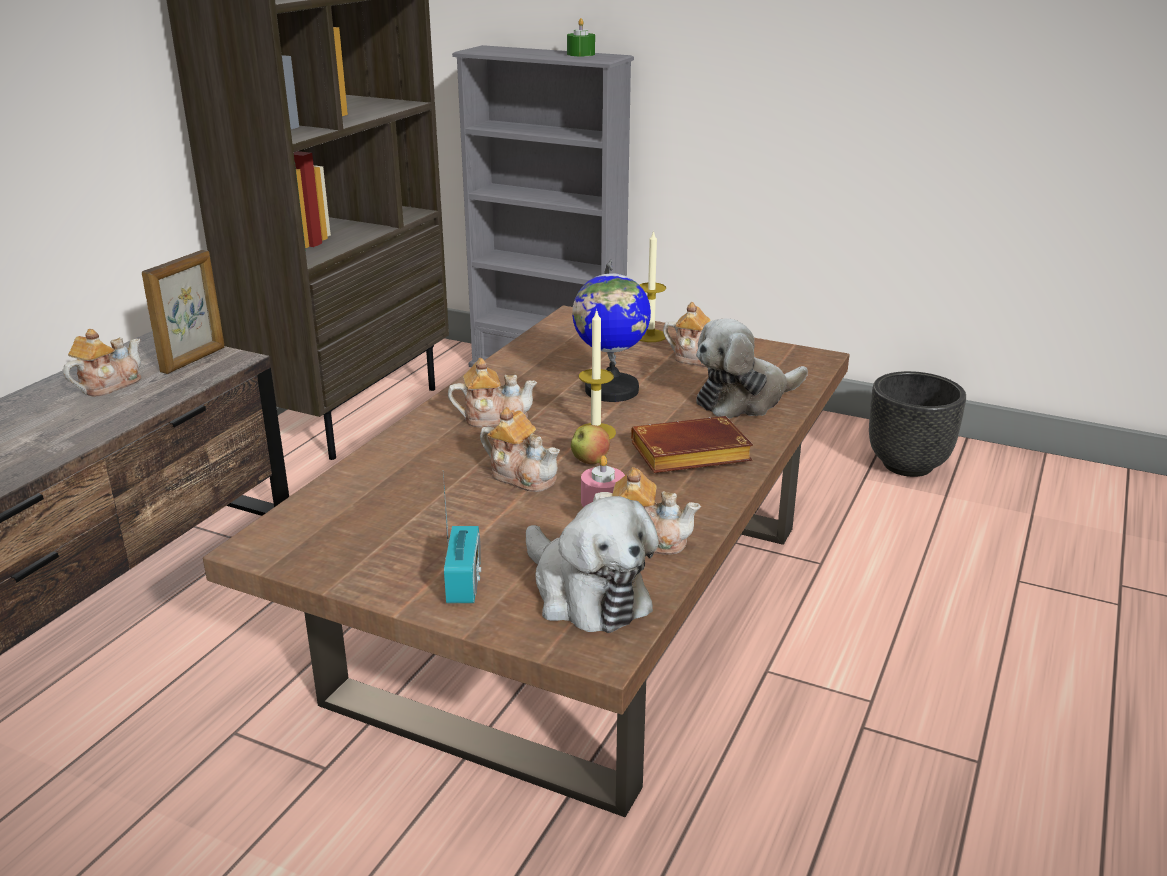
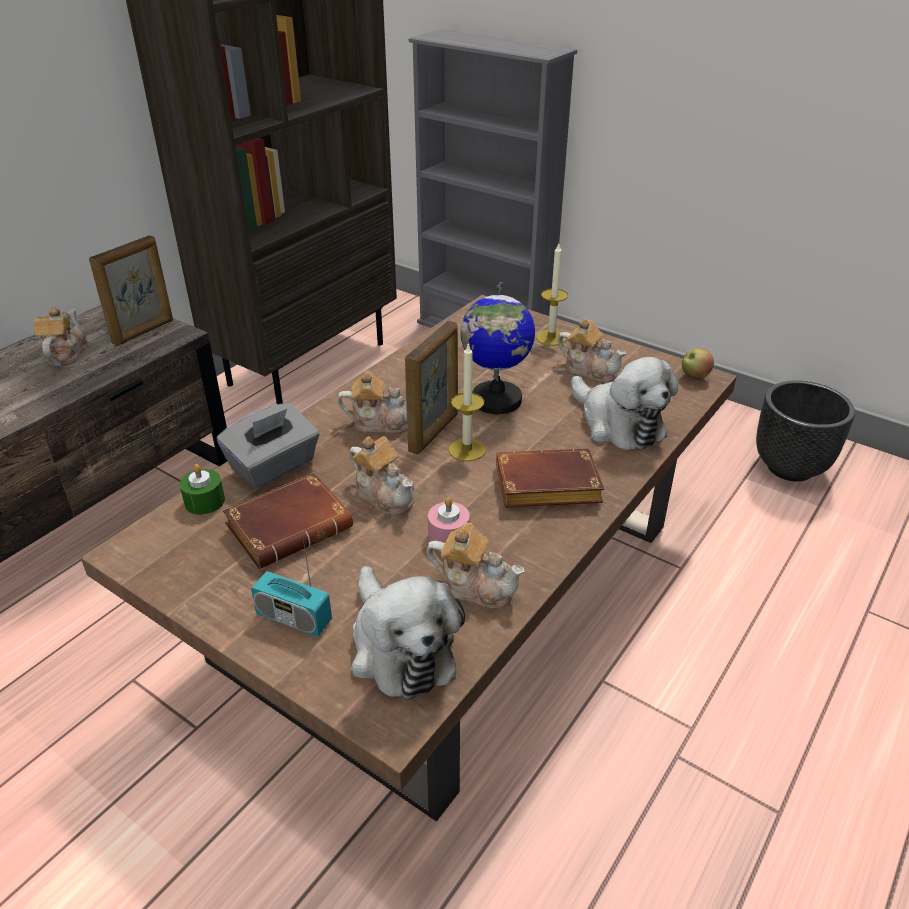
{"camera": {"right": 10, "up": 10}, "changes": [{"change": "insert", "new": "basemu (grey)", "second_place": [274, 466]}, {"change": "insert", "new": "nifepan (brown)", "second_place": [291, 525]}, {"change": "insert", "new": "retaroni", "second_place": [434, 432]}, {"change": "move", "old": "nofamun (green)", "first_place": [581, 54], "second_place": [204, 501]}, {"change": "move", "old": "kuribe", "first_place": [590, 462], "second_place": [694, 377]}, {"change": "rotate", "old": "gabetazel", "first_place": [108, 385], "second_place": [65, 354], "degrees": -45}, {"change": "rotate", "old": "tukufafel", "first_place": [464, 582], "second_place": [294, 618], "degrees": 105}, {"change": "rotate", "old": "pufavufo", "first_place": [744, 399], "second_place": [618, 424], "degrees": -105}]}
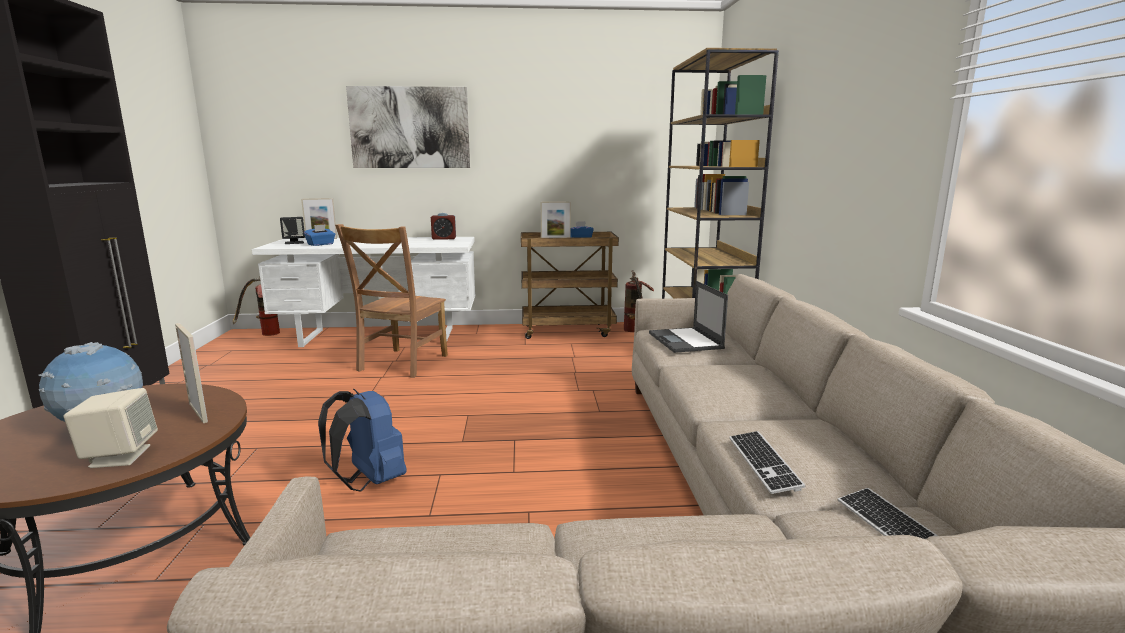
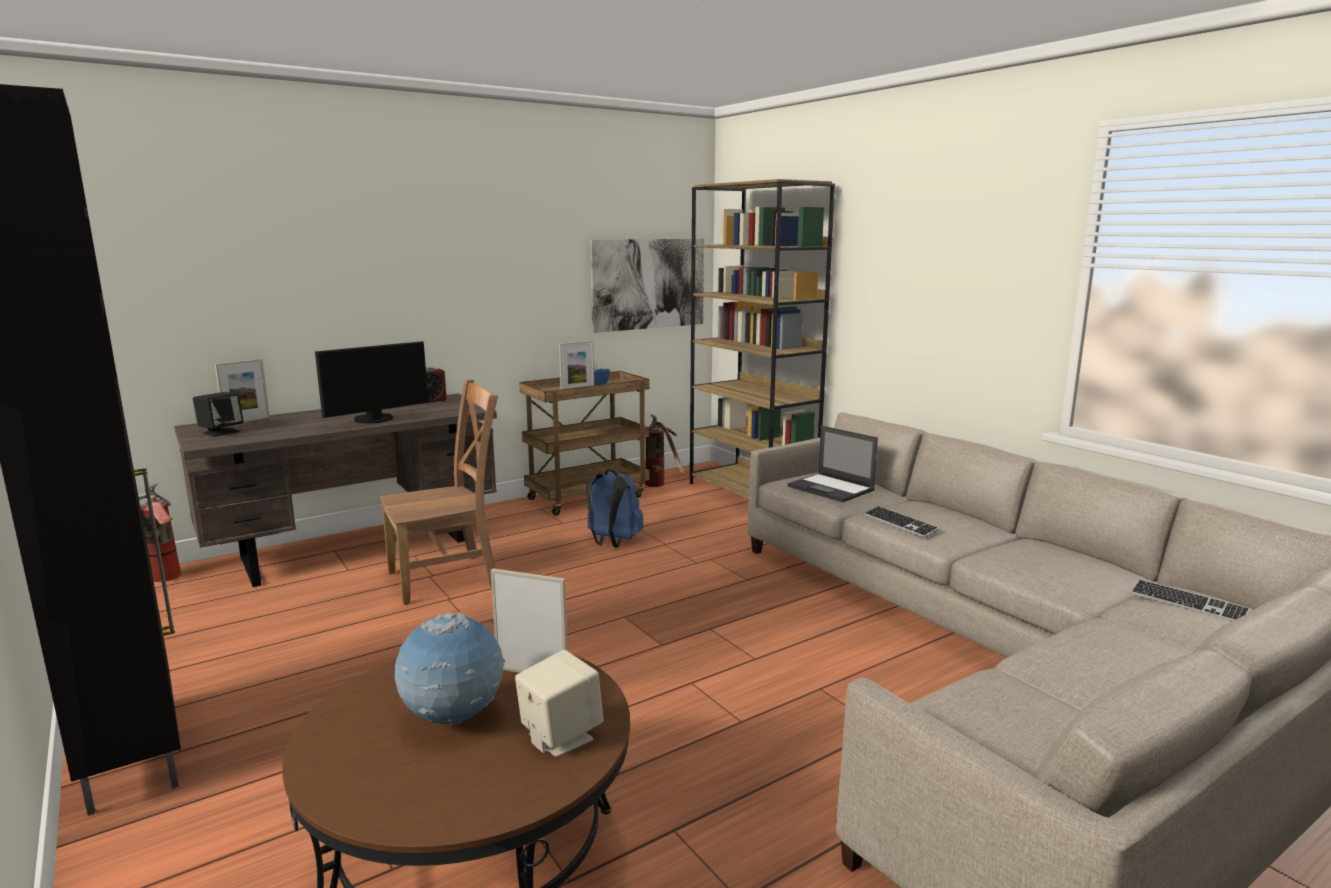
{"camera": {"right": -30, "up": 0}, "changes": [{"change": "delete", "old": "basemu (blue)", "first_place": [321, 244]}, {"change": "insert", "new": "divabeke", "second_place": [375, 420]}, {"change": "move", "old": "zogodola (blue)", "first_place": [369, 481], "second_place": [612, 542]}, {"change": "move", "old": "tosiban", "first_place": [409, 128], "second_place": [648, 284]}, {"change": "move", "old": "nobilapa", "first_place": [763, 463], "second_place": [900, 523]}, {"change": "recolor", "old": "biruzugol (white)", "new": "biruzugol (brown)", "first_place": [380, 336], "second_place": [356, 548]}, {"change": "rotate", "old": "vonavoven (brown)", "first_place": [401, 364], "second_place": [448, 578], "degrees": -105}]}
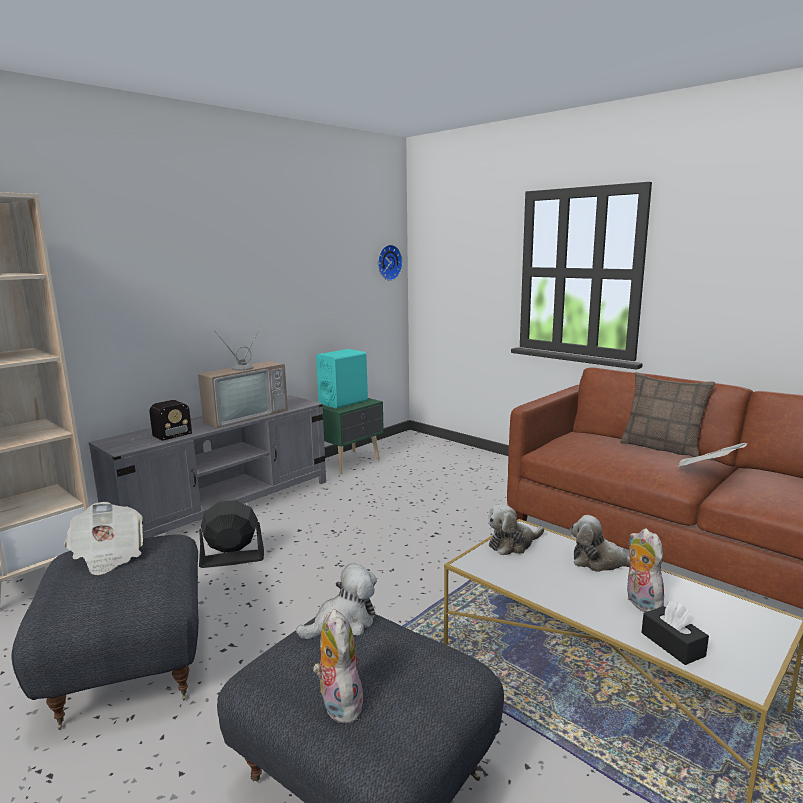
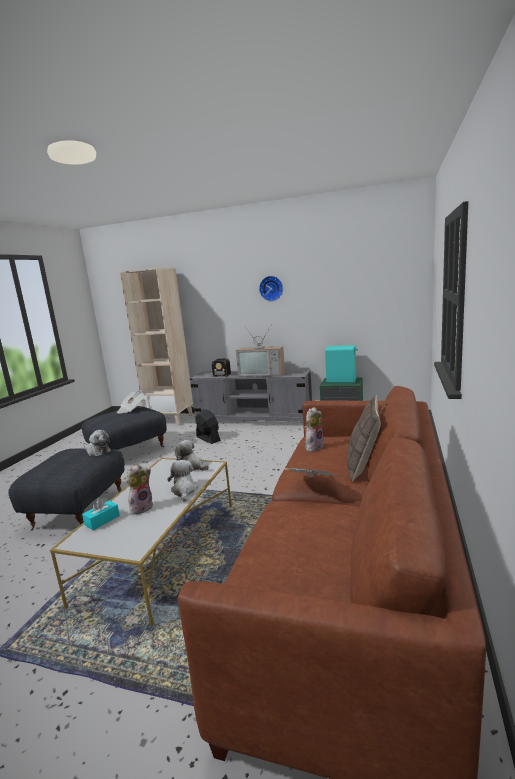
{"camera": {"right": 65, "up": 0}, "changes": [{"change": "move", "old": "pufavufo", "first_place": [338, 703], "second_place": [314, 447]}, {"change": "move", "old": "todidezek", "first_place": [388, 262], "second_place": [271, 288]}, {"change": "recolor", "old": "basemu (black)", "new": "basemu (turquoise)", "first_place": [672, 644], "second_place": [102, 520]}]}
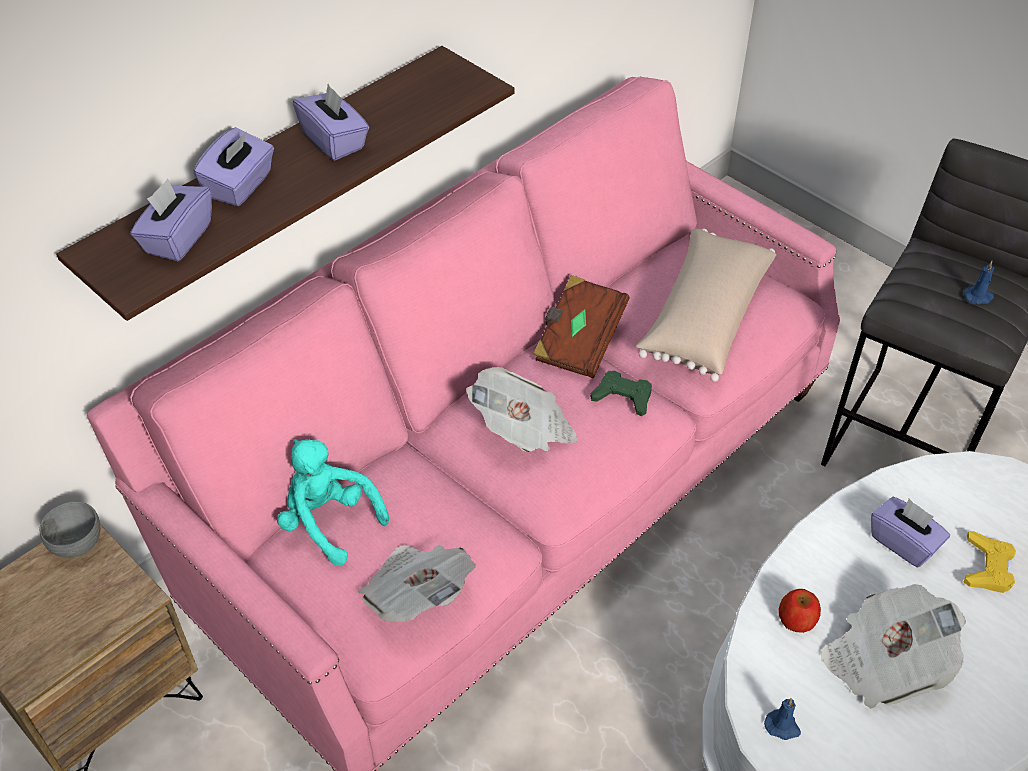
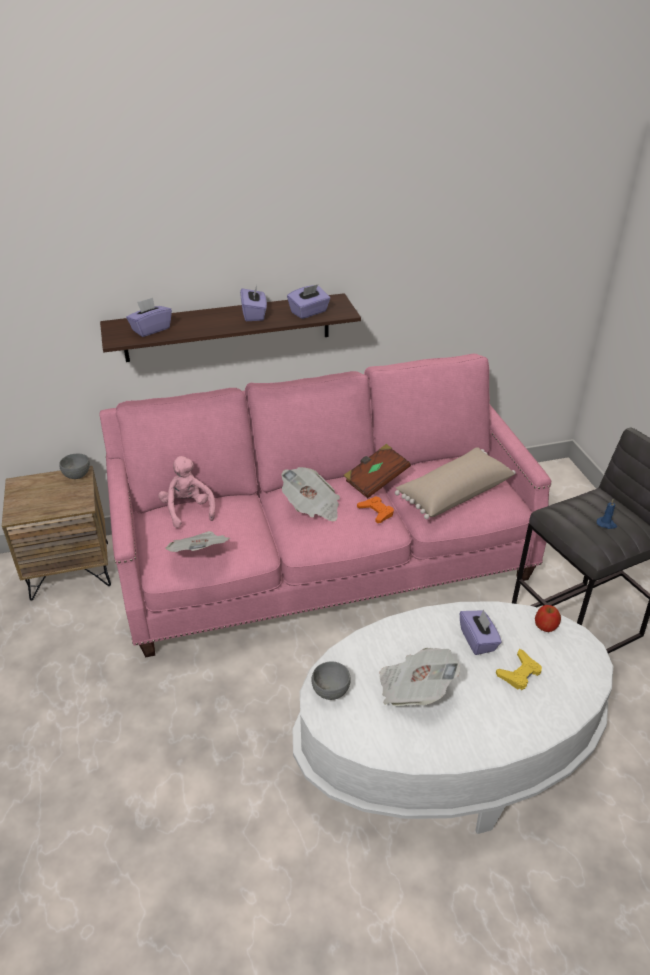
{"camera": {"right": 30, "up": -10}, "changes": [{"change": "move", "old": "basemu (purple)", "first_place": [240, 186], "second_place": [309, 312]}, {"change": "move", "old": "kuribe", "first_place": [797, 619], "second_place": [546, 625]}, {"change": "replace", "old": "nofamun (blue)", "new": "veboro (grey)", "first_place": [782, 726], "second_place": [330, 691]}, {"change": "recolor", "old": "pufavufo (turquoise)", "new": "pufavufo (pink)", "first_place": [329, 522], "second_place": [188, 509]}, {"change": "recolor", "old": "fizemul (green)", "new": "fizemul (orange)", "first_place": [623, 397], "second_place": [376, 512]}]}
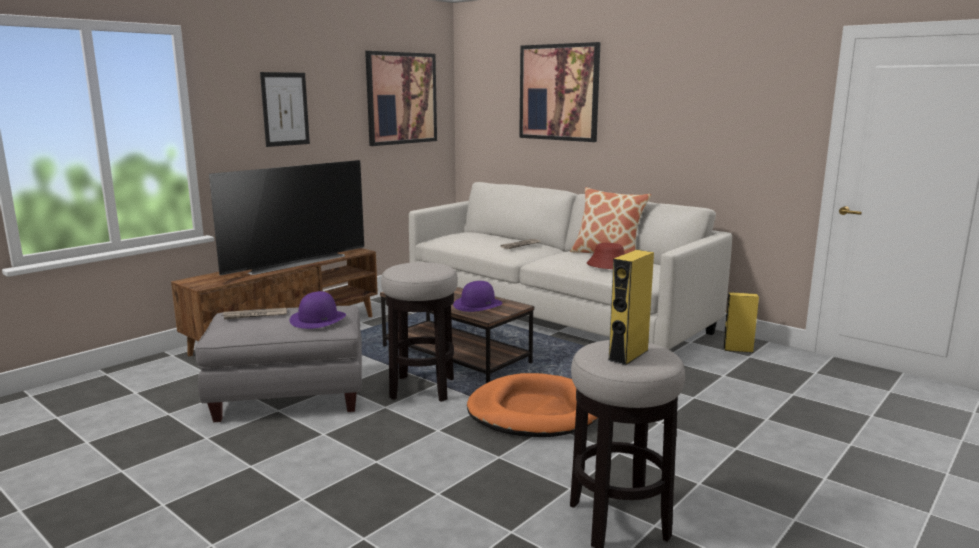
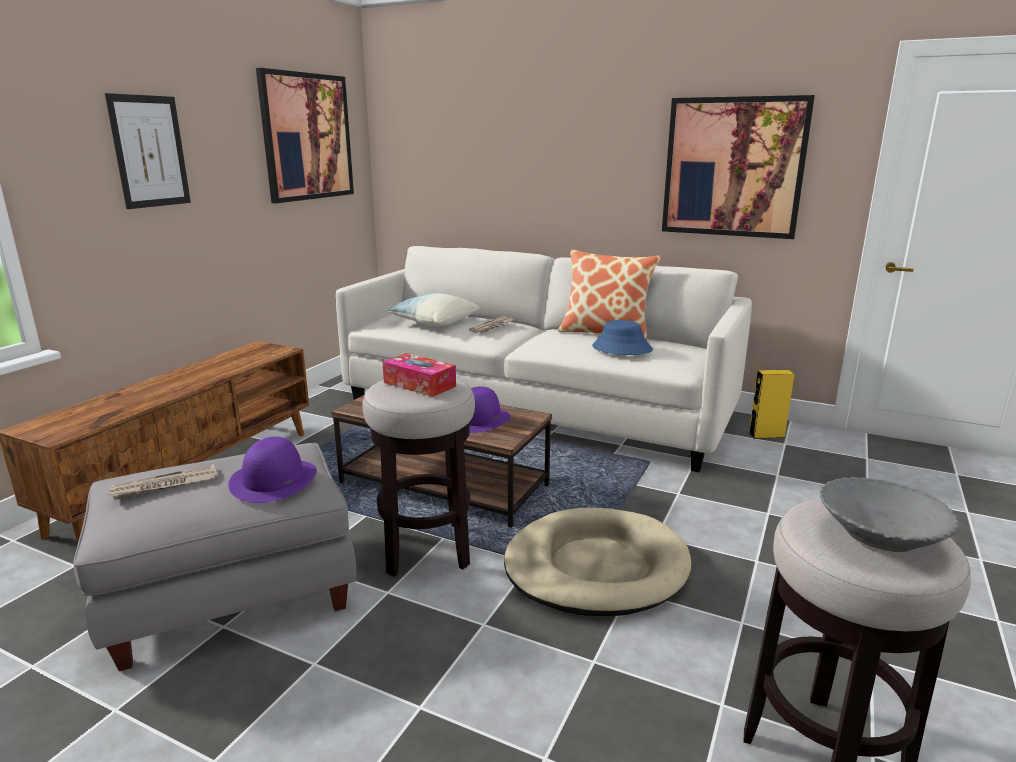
{"camera": {"right": -15, "up": 5}, "changes": [{"change": "delete", "old": "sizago", "first_place": [294, 262]}, {"change": "insert", "new": "basemu", "second_place": [419, 384]}, {"change": "insert", "new": "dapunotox", "second_place": [433, 322]}, {"change": "move", "old": "tosiban", "first_place": [559, 92], "second_place": [733, 167]}, {"change": "replace", "old": "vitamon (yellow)", "new": "veboro (grey)", "first_place": [628, 355], "second_place": [879, 537]}, {"change": "recolor", "old": "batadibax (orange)", "new": "batadibax (beige)", "first_place": [534, 411], "second_place": [595, 567]}, {"change": "recolor", "old": "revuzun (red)", "new": "revuzun (blue)", "first_place": [608, 265], "second_place": [621, 348]}]}
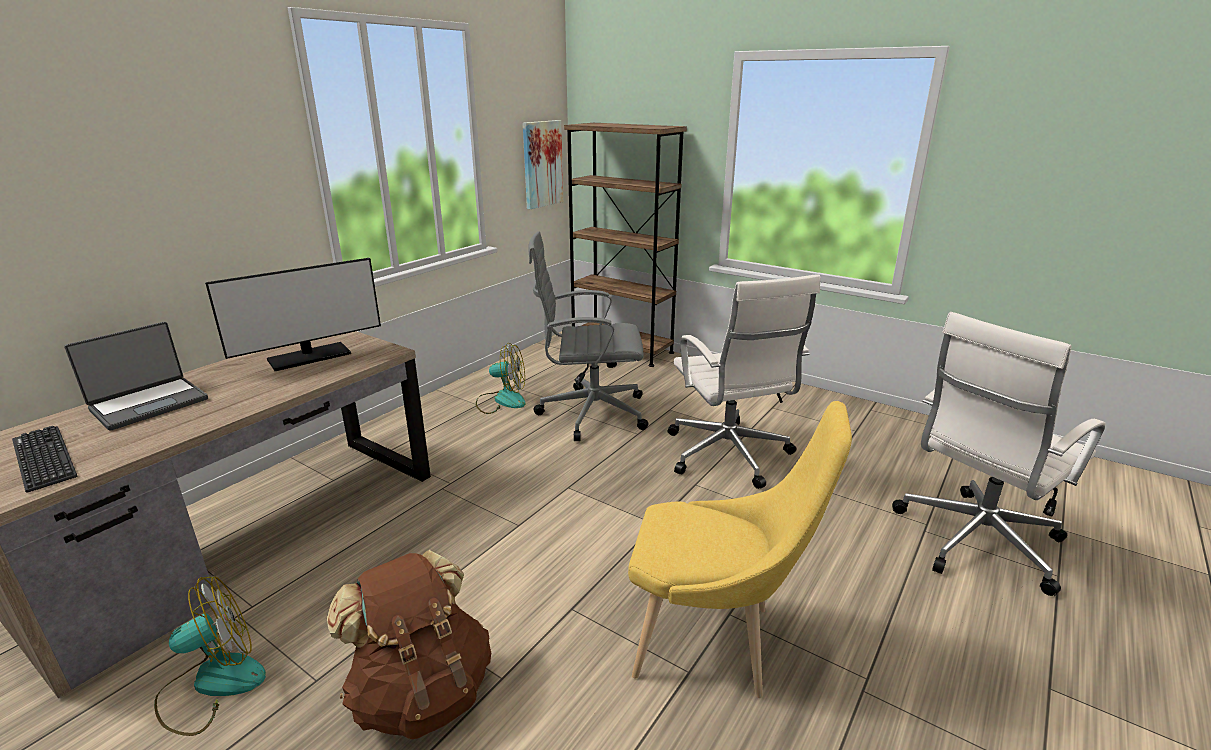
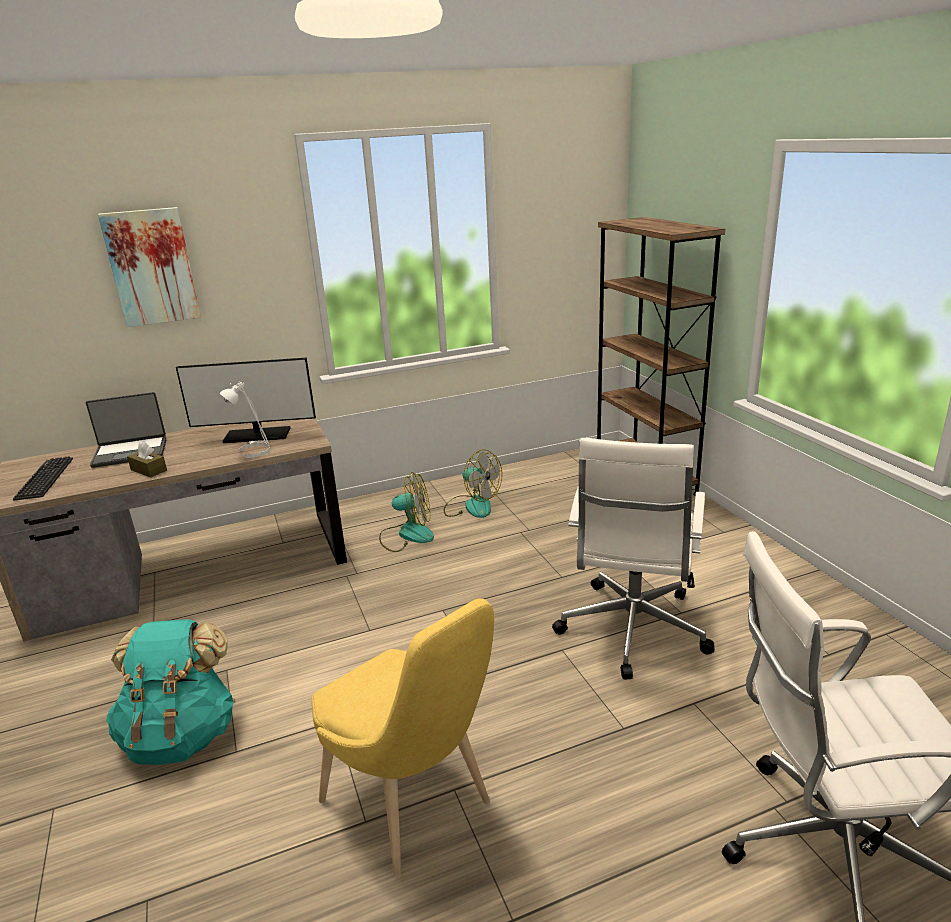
{"camera": {"right": 35, "up": 0}, "changes": [{"change": "delete", "old": "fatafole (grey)", "first_place": [589, 413]}, {"change": "insert", "new": "basemu (brown)", "second_place": [148, 470]}, {"change": "insert", "new": "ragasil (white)", "second_place": [253, 450]}, {"change": "move", "old": "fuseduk", "first_place": [212, 684], "second_place": [407, 535]}, {"change": "move", "old": "tosiban", "first_place": [542, 164], "second_place": [151, 267]}, {"change": "recolor", "old": "zogodola (brown)", "new": "zogodola (turquoise)", "first_place": [422, 693], "second_place": [182, 735]}]}
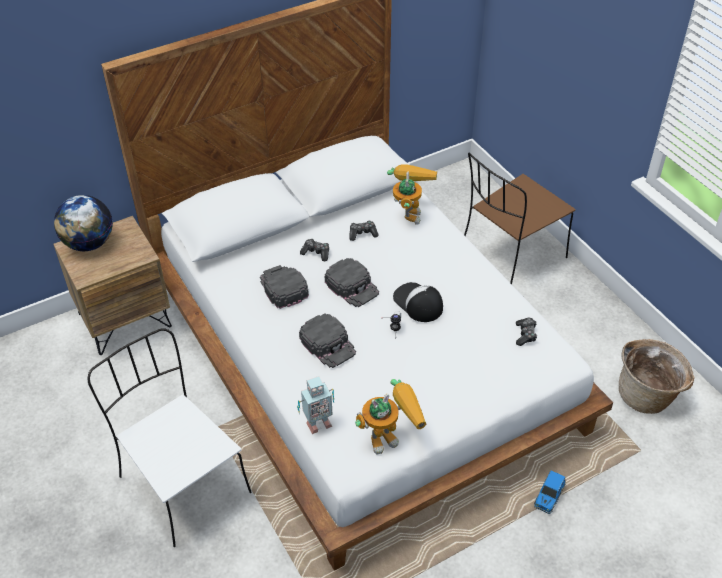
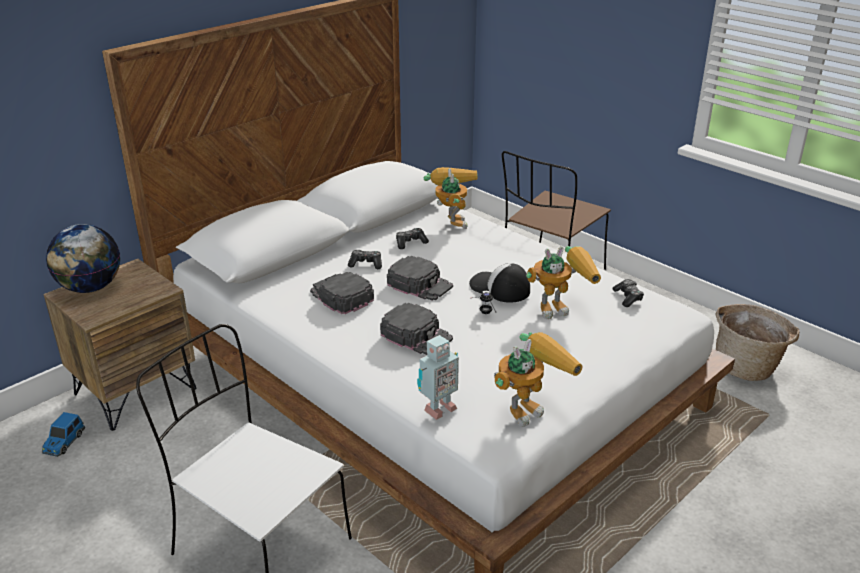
{"camera": {"right": -15, "up": -15}, "changes": [{"change": "insert", "new": "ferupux", "second_place": [561, 307]}, {"change": "move", "old": "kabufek", "first_place": [548, 497], "second_place": [64, 443]}]}
